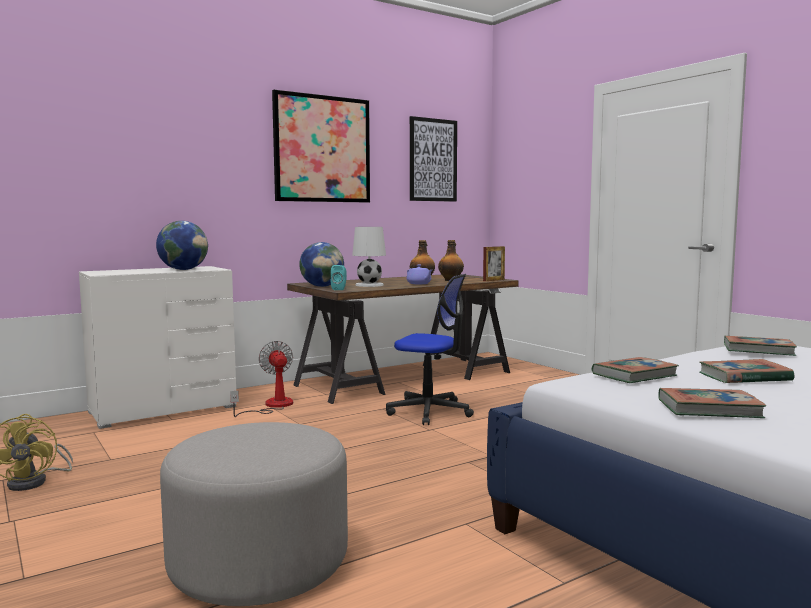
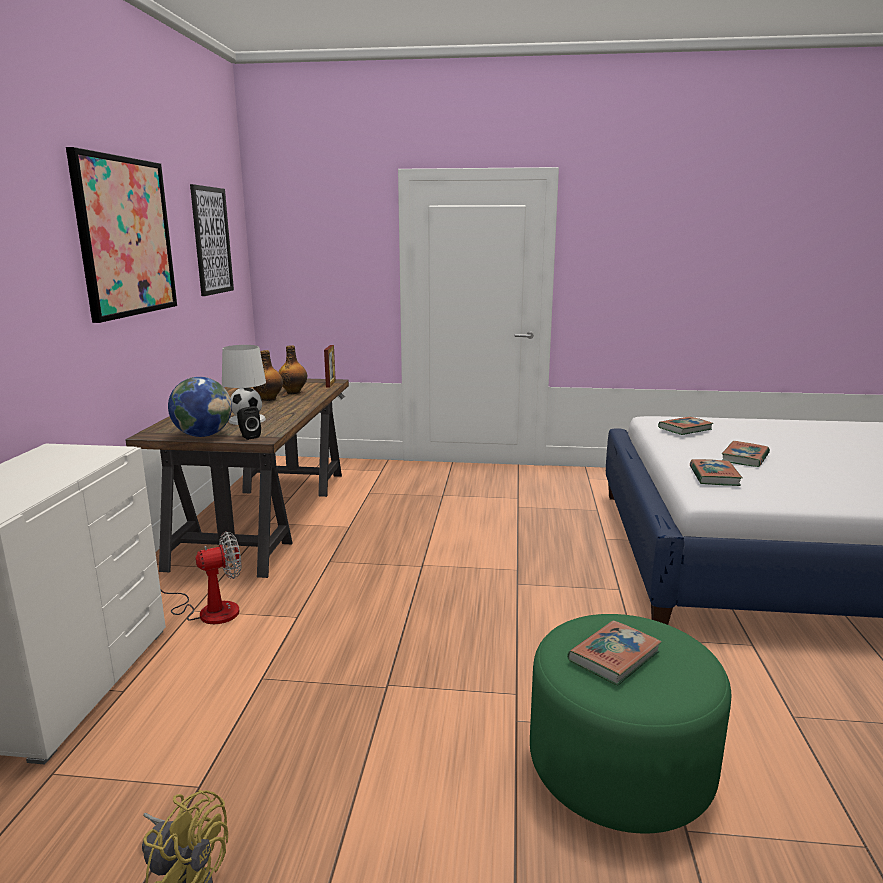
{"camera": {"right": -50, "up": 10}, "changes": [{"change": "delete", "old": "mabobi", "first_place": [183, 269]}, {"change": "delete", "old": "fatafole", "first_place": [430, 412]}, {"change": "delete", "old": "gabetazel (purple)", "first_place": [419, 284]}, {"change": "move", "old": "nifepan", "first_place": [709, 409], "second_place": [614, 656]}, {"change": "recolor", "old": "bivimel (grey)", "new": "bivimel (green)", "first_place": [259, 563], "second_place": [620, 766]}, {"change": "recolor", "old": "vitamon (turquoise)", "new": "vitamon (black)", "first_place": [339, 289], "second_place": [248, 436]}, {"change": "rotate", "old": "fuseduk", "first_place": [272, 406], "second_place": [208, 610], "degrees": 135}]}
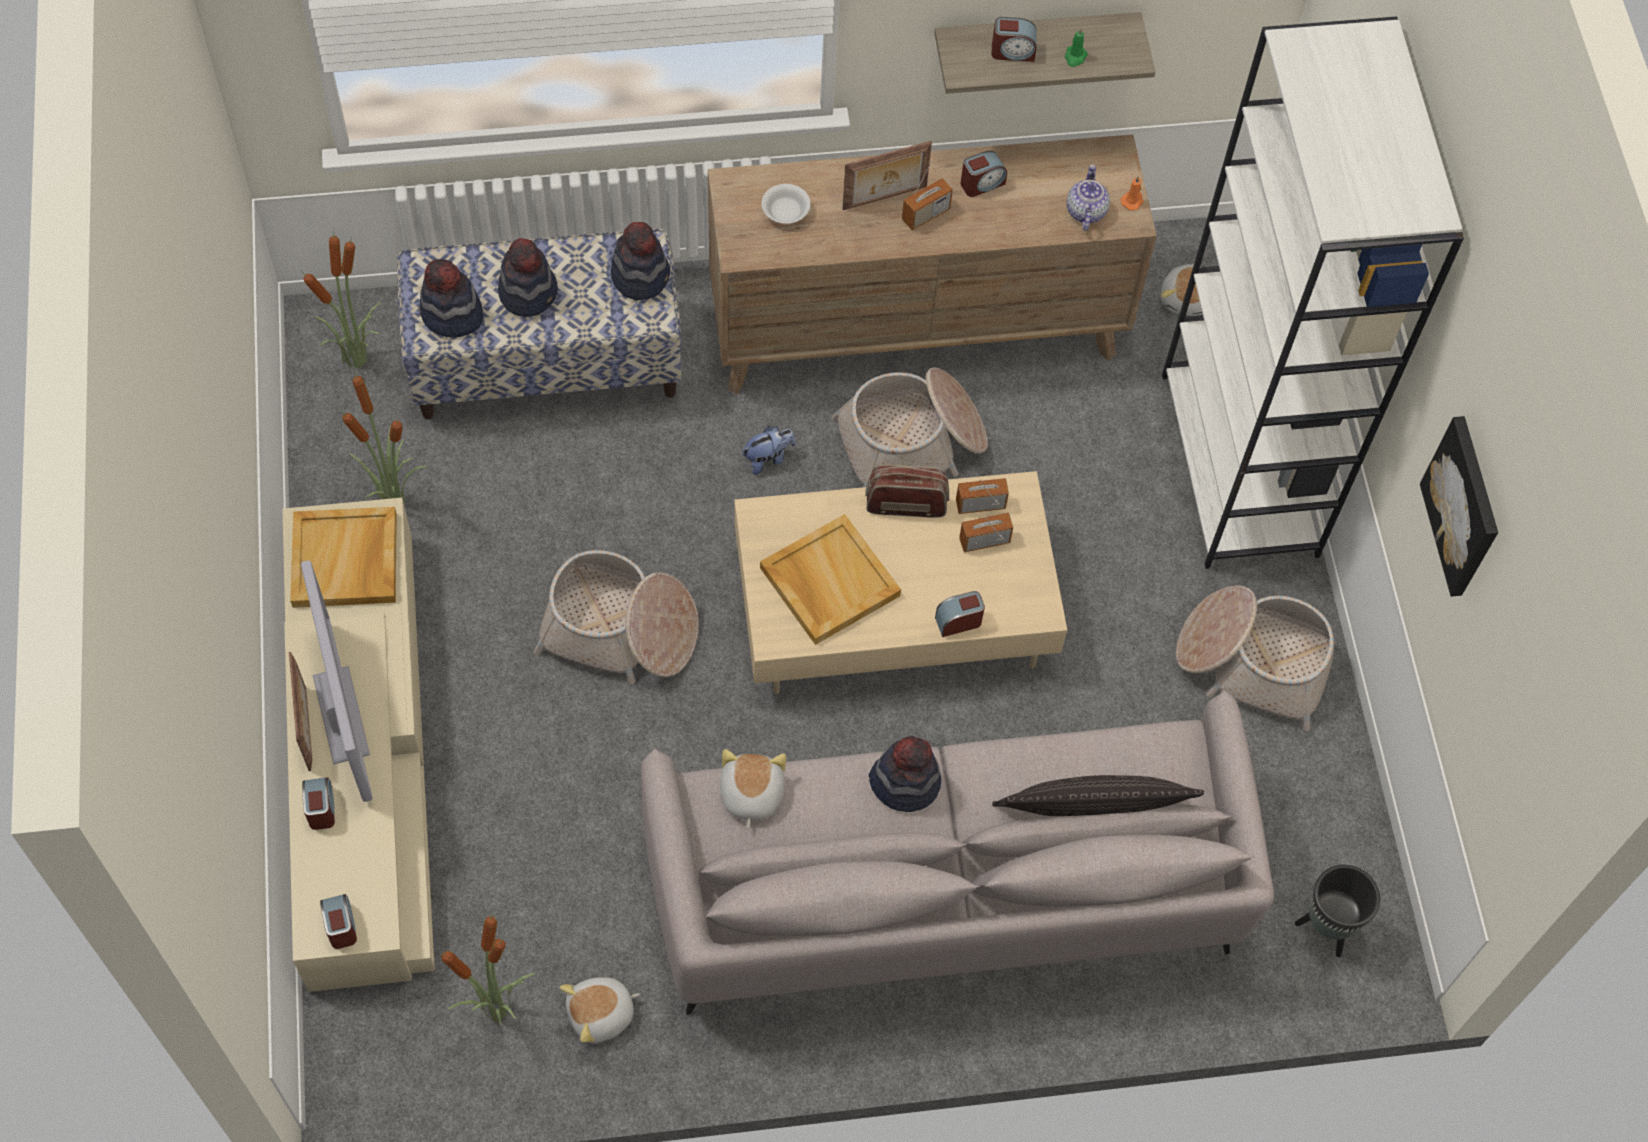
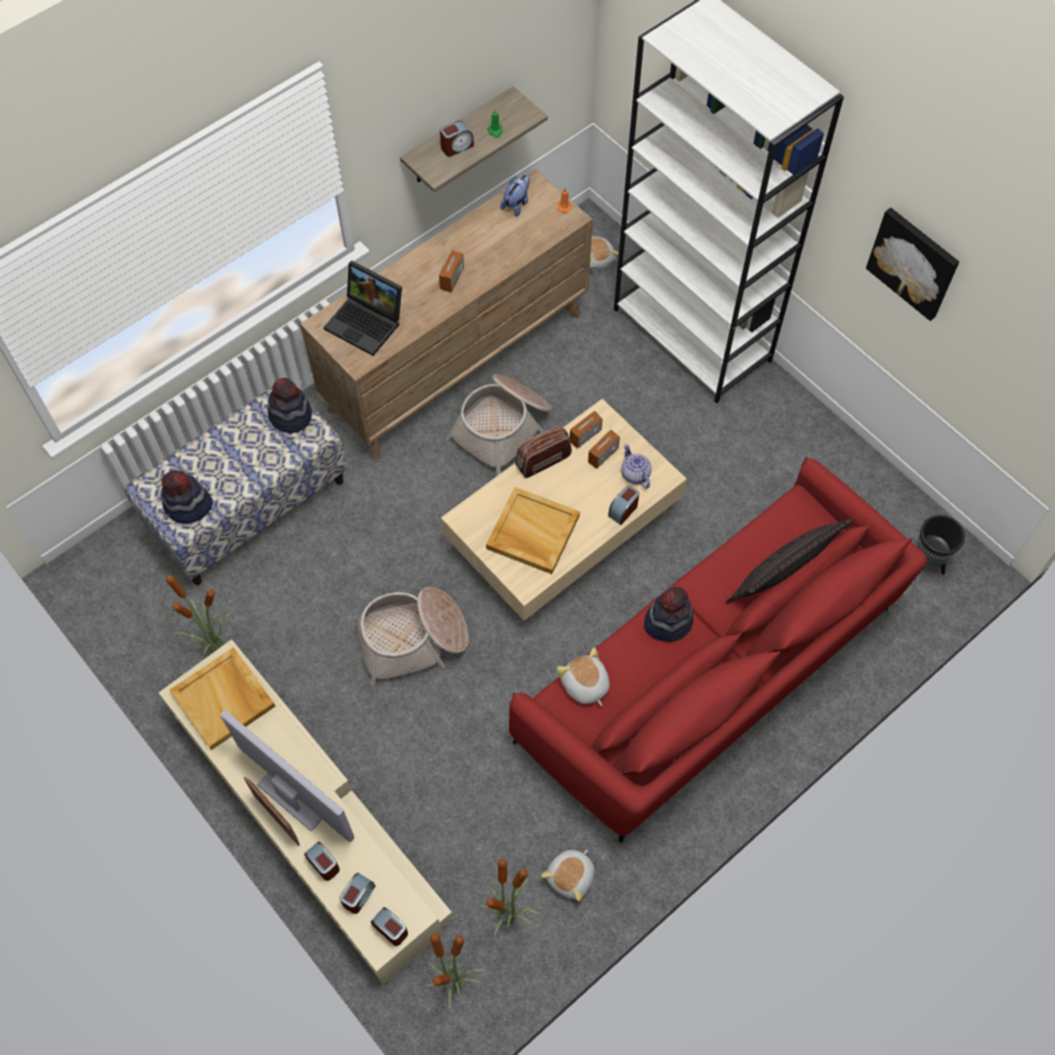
{"camera": {"right": -30, "up": 0}, "changes": [{"change": "delete", "old": "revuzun", "first_place": [529, 292]}, {"change": "delete", "old": "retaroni", "first_place": [885, 199]}, {"change": "delete", "old": "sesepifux", "first_place": [1252, 662]}, {"change": "move", "old": "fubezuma", "first_place": [358, 361], "second_place": [455, 983]}, {"change": "move", "old": "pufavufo", "first_place": [768, 458], "second_place": [517, 204]}, {"change": "move", "old": "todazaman", "first_place": [982, 183], "second_place": [358, 896]}, {"change": "move", "old": "gabetazel", "first_place": [1085, 211], "second_place": [634, 474]}, {"change": "replace", "old": "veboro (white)", "new": "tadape", "first_place": [786, 211], "second_place": [367, 322]}, {"change": "recolor", "old": "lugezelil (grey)", "new": "lugezelil (red)", "first_place": [947, 889], "second_place": [712, 672]}]}
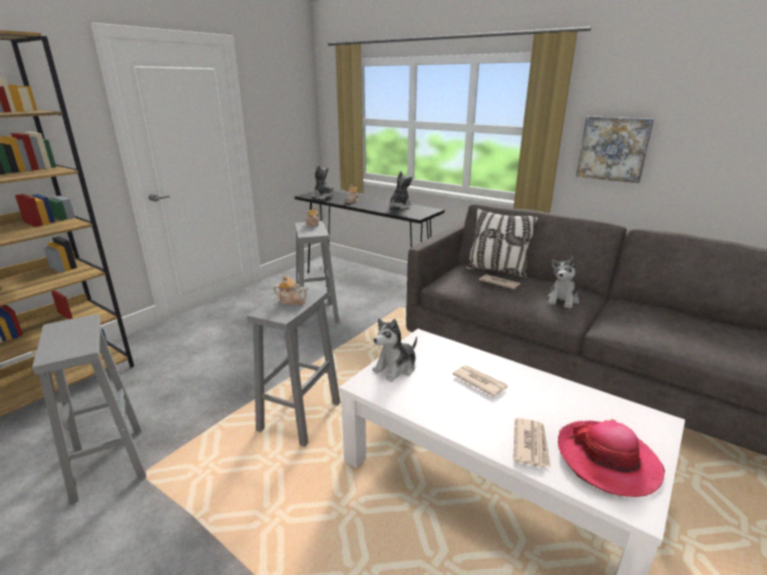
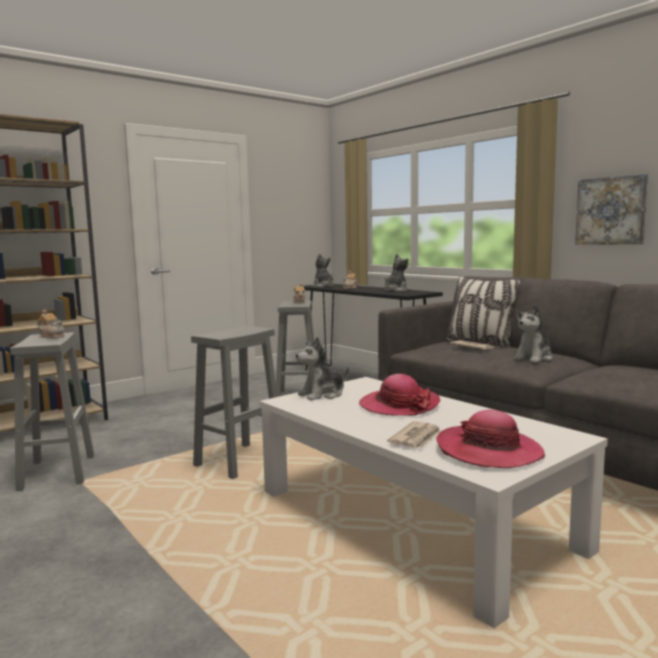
{"camera": {"right": 15, "up": -15}, "changes": [{"change": "move", "old": "gabetazel", "first_place": [292, 301], "second_place": [52, 336]}, {"change": "replace", "old": "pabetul", "new": "revuzun", "first_place": [479, 381], "second_place": [399, 405]}]}
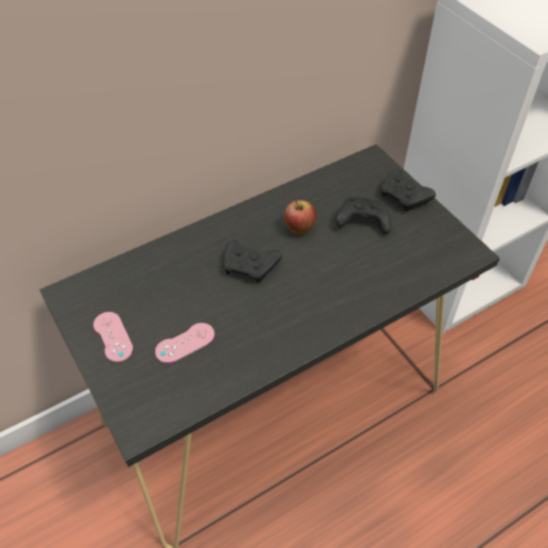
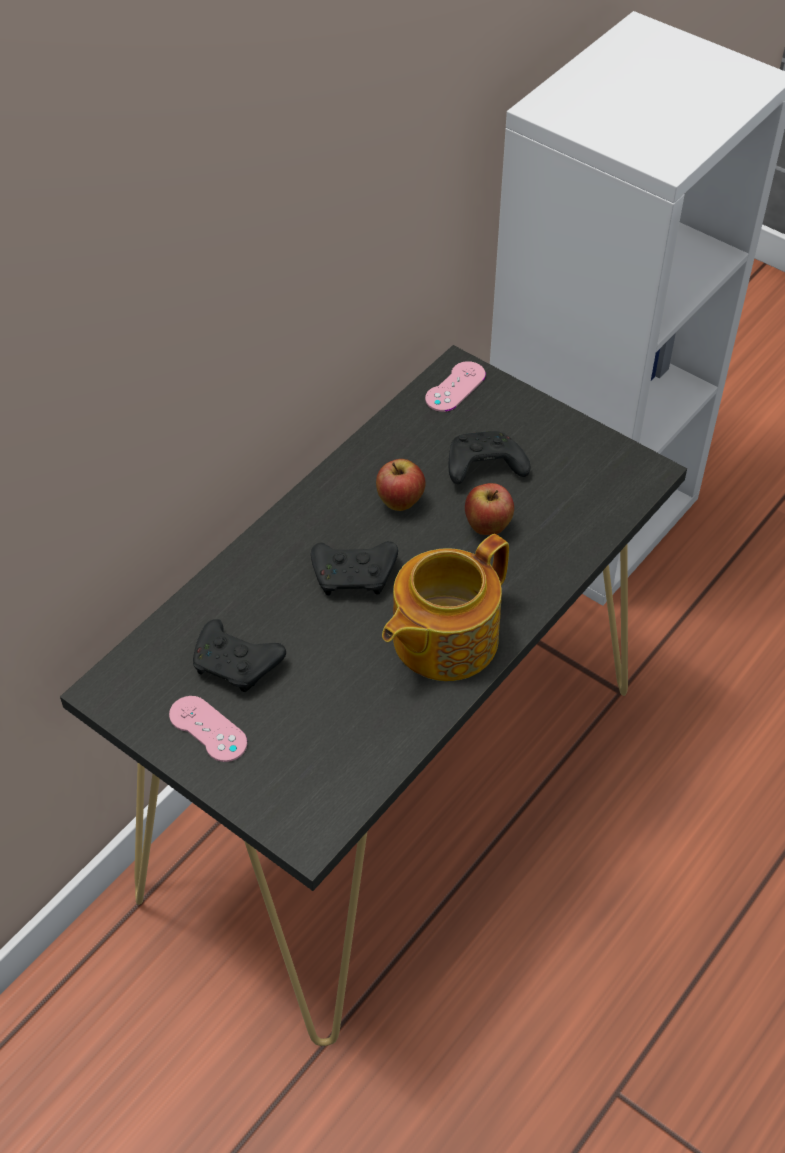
{"camera": {"right": -20, "up": 0}, "changes": [{"change": "insert", "new": "gabetazel", "second_place": [442, 639]}, {"change": "insert", "new": "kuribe", "second_place": [487, 527]}, {"change": "move", "old": "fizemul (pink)", "first_place": [185, 343], "second_place": [455, 387]}, {"change": "move", "old": "fizemul (black)", "first_place": [404, 197], "second_place": [237, 665]}]}
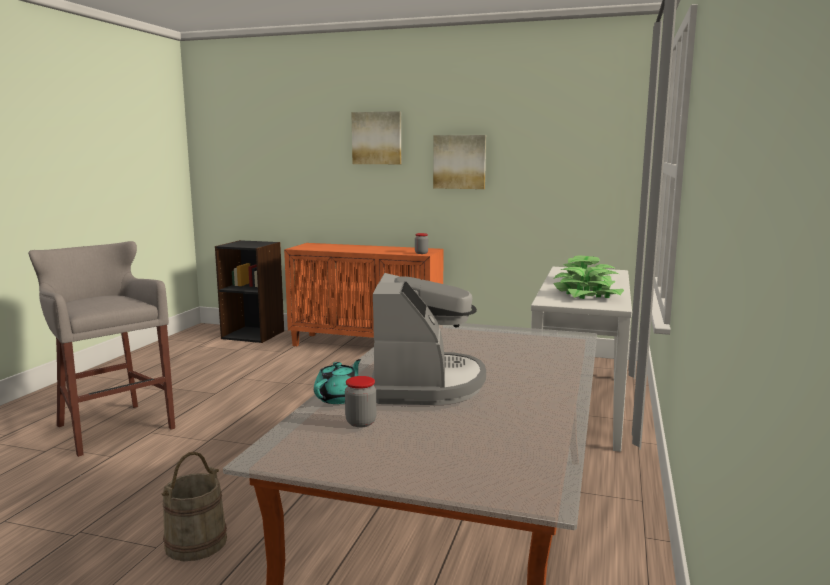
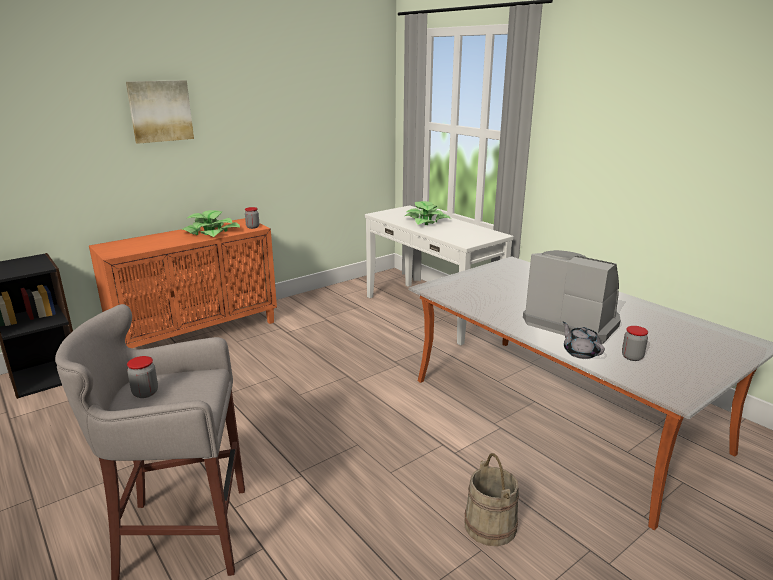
{"camera": {"right": -55, "up": 10}, "changes": [{"change": "delete", "old": "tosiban", "first_place": [459, 162]}, {"change": "insert", "new": "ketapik", "second_place": [145, 393]}, {"change": "move", "old": "fubezuma", "first_place": [587, 296], "second_place": [211, 233]}, {"change": "recolor", "old": "gabetazel (turquoise)", "new": "gabetazel (grey)", "first_place": [339, 398], "second_place": [580, 352]}]}
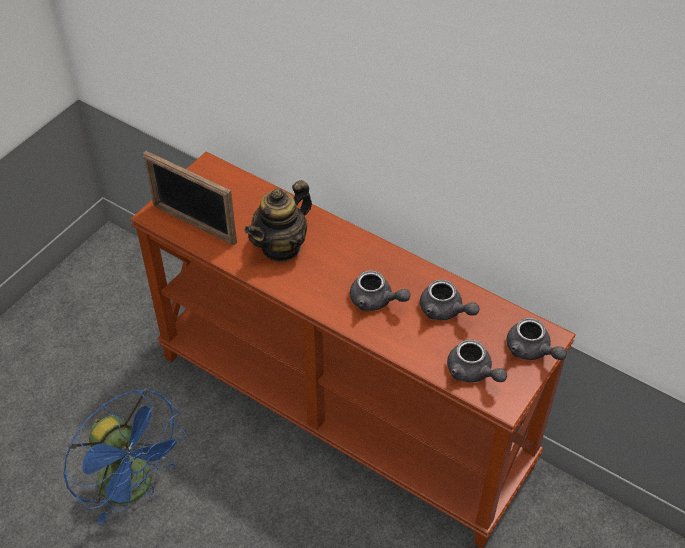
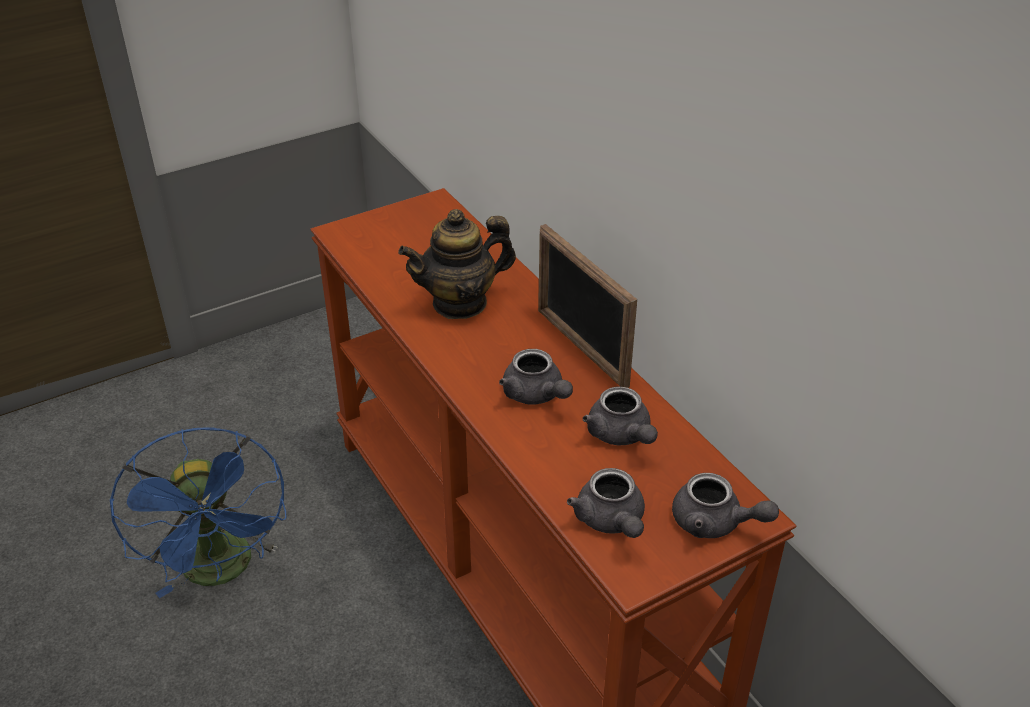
{"camera": {"right": 25, "up": -10}, "changes": [{"change": "move", "old": "retaroni", "first_place": [194, 224], "second_place": [581, 347]}, {"change": "rotate", "old": "gabetazel (grey)", "first_place": [531, 350], "second_place": [715, 523], "degrees": -45}]}
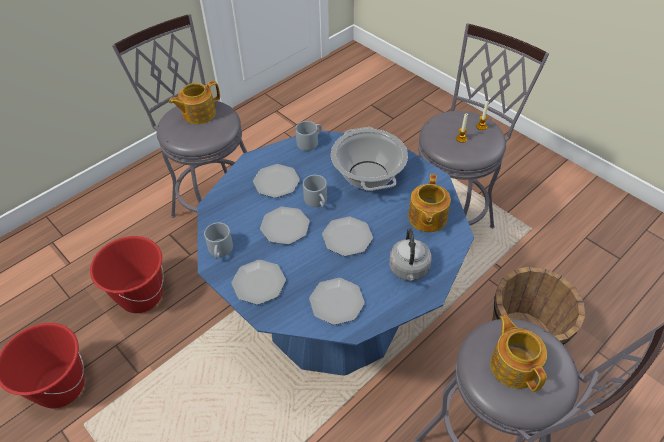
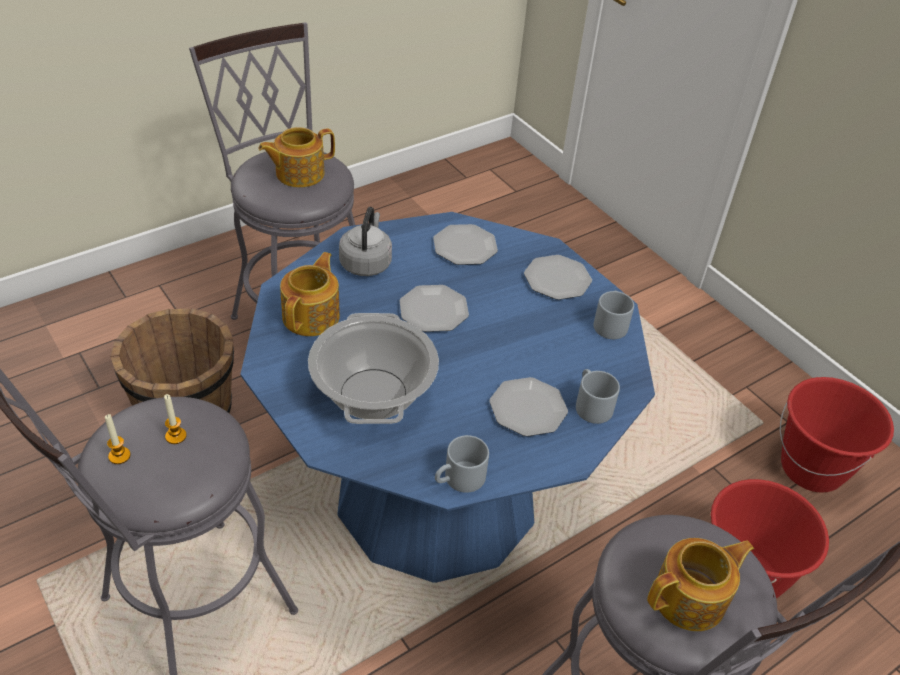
{"camera": {"right": -175, "up": -5}, "changes": [{"change": "delete", "old": "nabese", "first_place": [284, 226]}, {"change": "move", "old": "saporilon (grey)", "first_place": [317, 201], "second_place": [590, 404]}, {"change": "rotate", "old": "gabetazel", "first_place": [514, 365], "second_place": [298, 173], "degrees": 75}]}
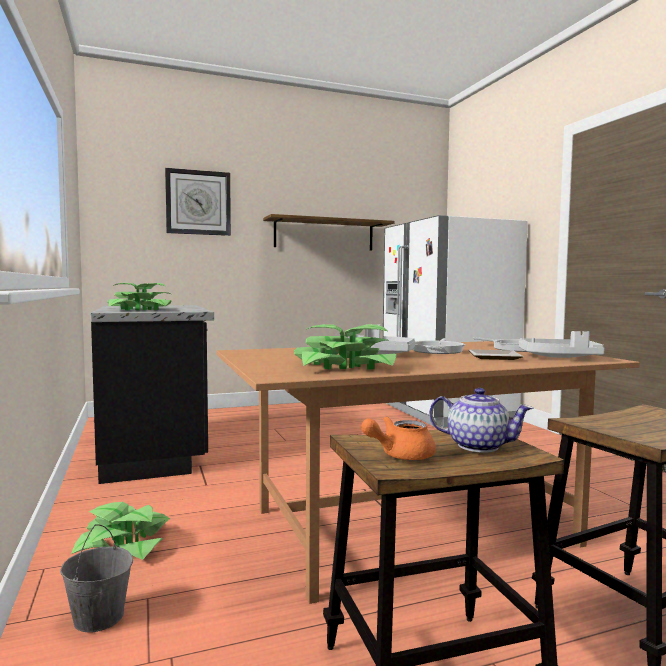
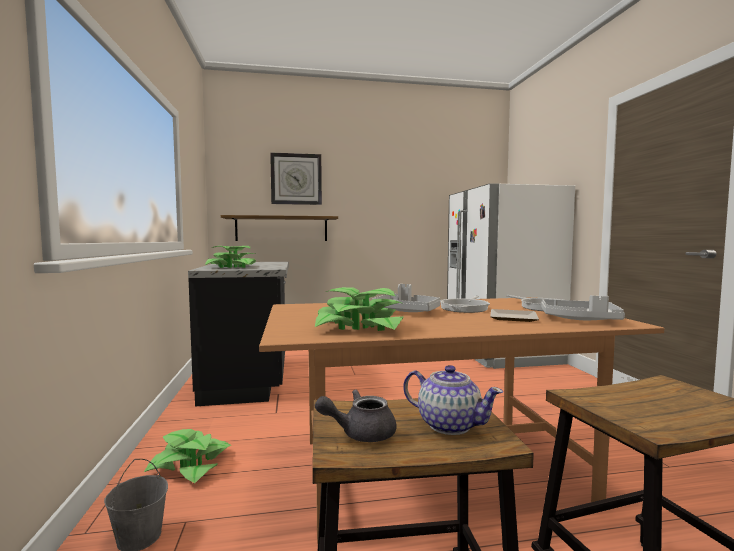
{"camera": {"right": 10, "up": 0}, "changes": [{"change": "move", "old": "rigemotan", "first_place": [324, 235], "second_place": [281, 229]}, {"change": "recolor", "old": "gabetazel (orange)", "new": "gabetazel (grey)", "first_place": [400, 455], "second_place": [360, 433]}]}
